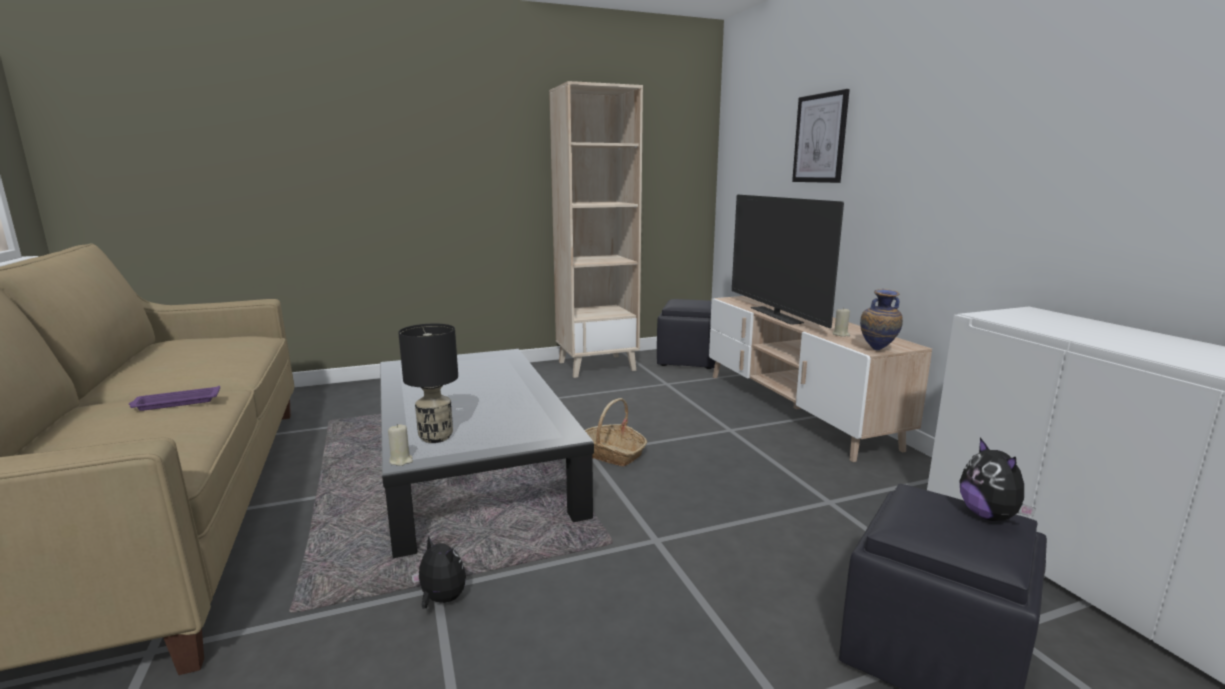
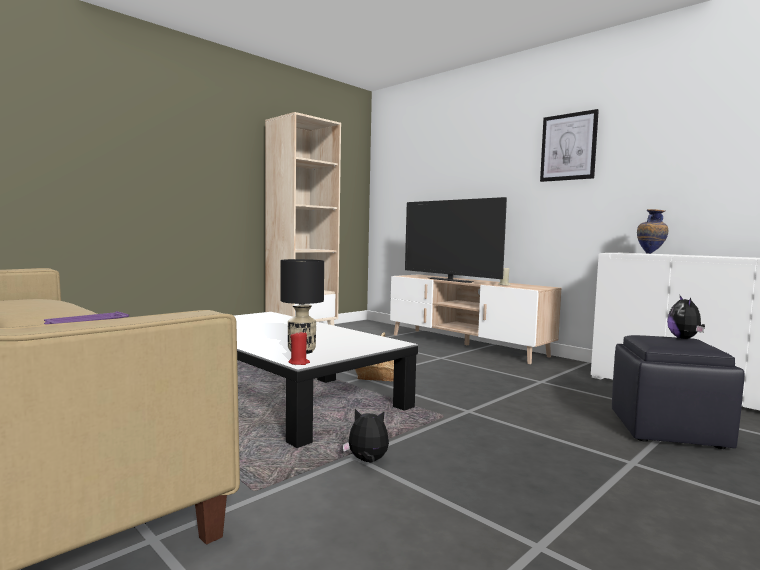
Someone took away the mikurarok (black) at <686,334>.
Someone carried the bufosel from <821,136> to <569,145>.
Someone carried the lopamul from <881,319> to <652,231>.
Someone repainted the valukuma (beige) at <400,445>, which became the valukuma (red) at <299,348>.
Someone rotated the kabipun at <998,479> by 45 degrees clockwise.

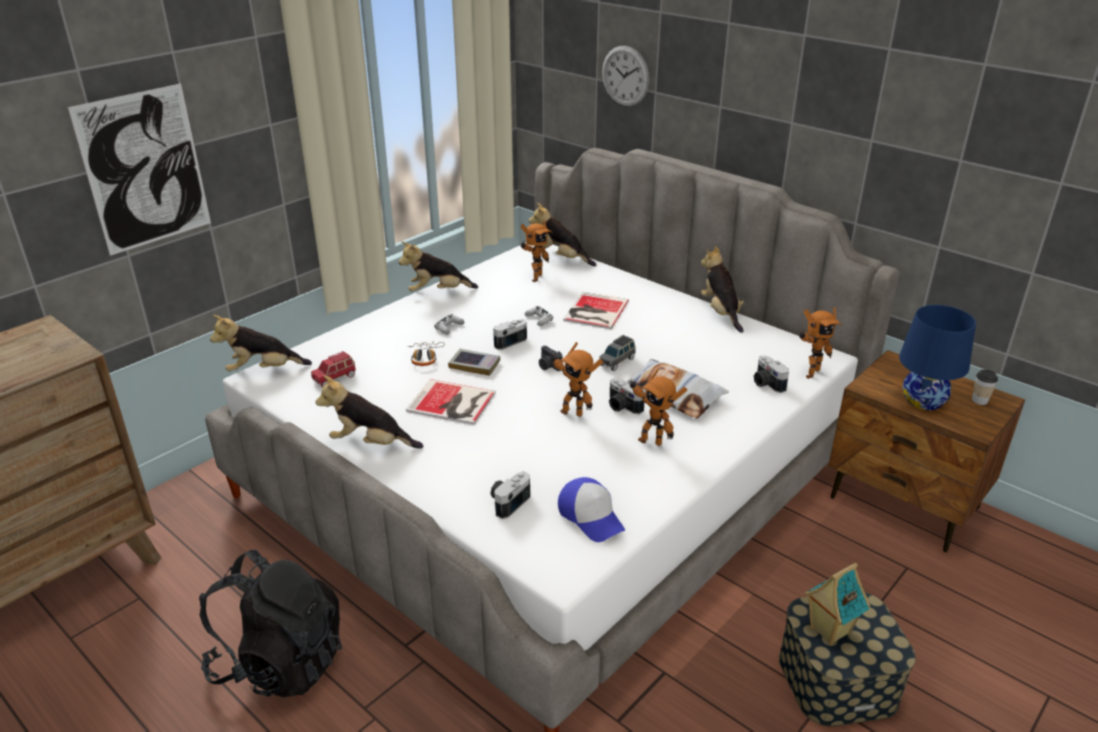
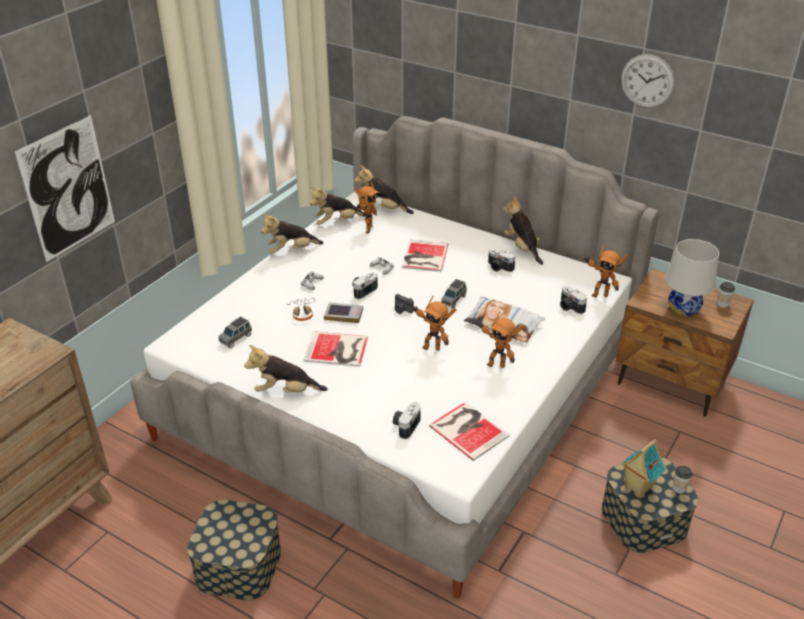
Someone put down the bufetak at <683,479>.
Someone carried the kabipun from <261,343> to <337,206>.
Someone carried the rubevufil from <625,76> to <648,81>.
Someone carried the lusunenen from <627,396> to <501,260>.
Someone swapped the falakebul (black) at <270,623> for the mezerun at <234,550>.
Someone swapped the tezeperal at <591,509> for the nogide at <469,431>.
Someone repainted the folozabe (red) at <333,369>, which became the folozabe (grey) at <235,332>.
Someone repainted the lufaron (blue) at <937,357>, which became the lufaron (white) at <692,277>.
Someone rotated the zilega at <820,343> by 60 degrees clockwise.

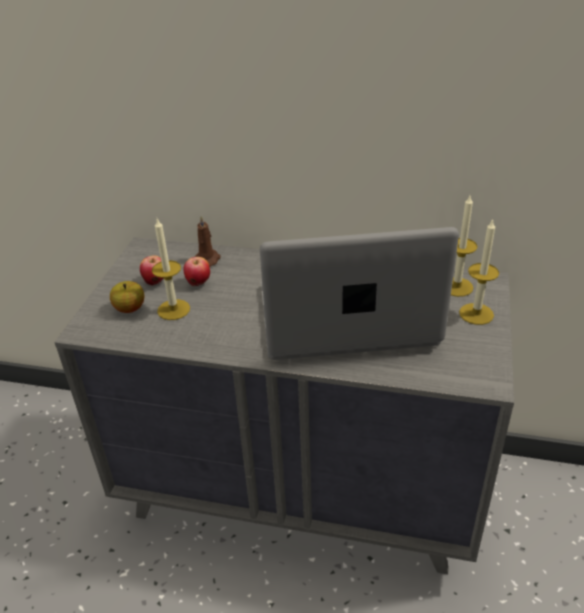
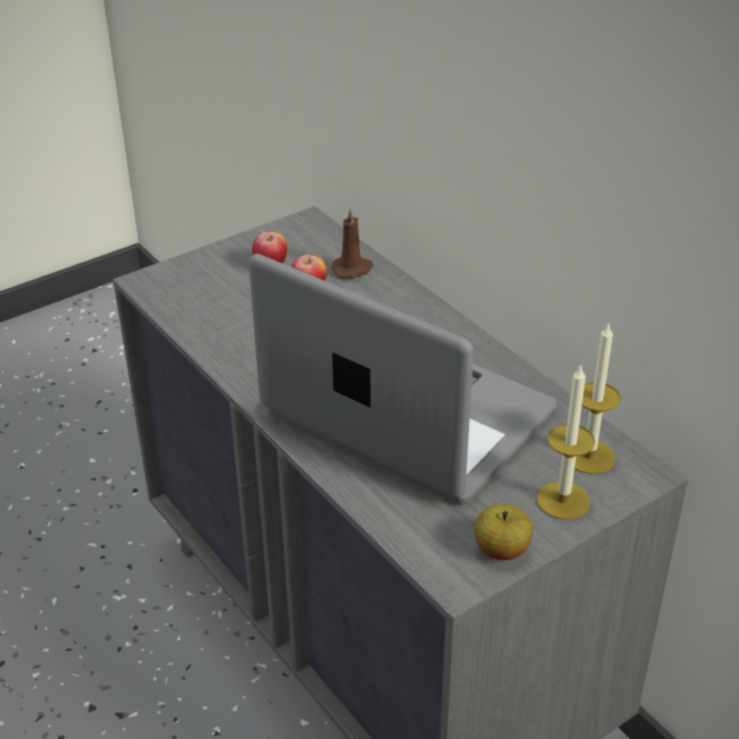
Someone took away the valukuma at <171,269>.
Someone carried the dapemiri from <127,297> to <504,532>.

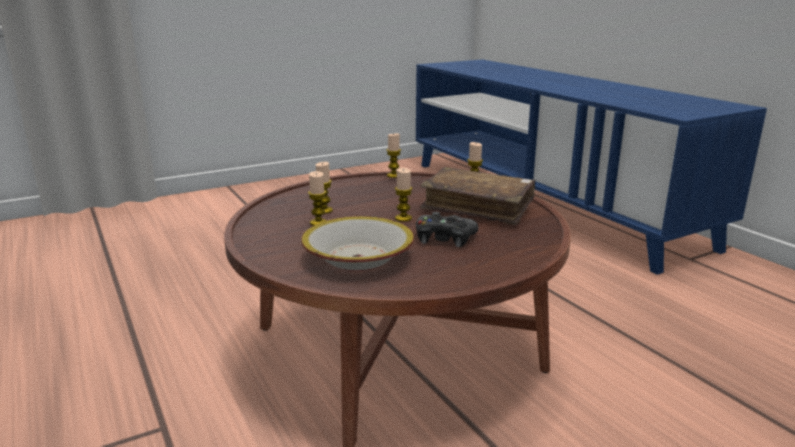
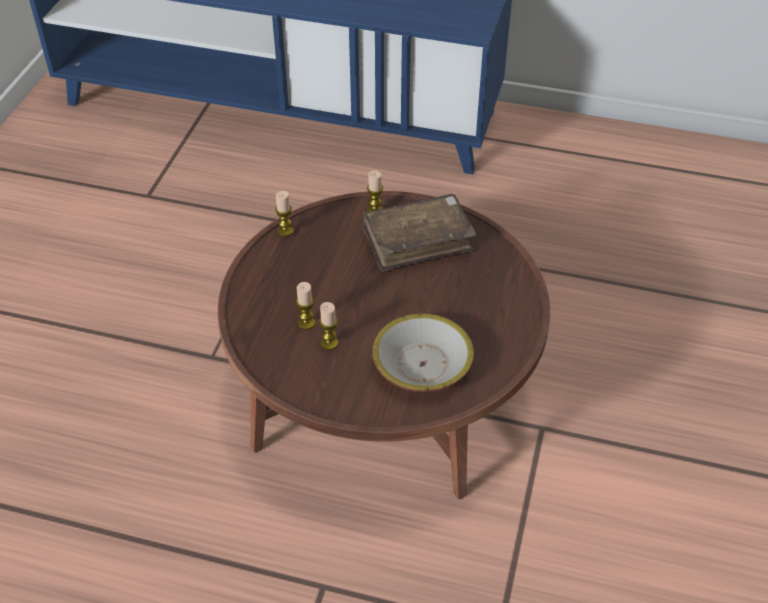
Someone took away the valukuma at <404,195>.
Someone took away the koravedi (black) at <447,229>.

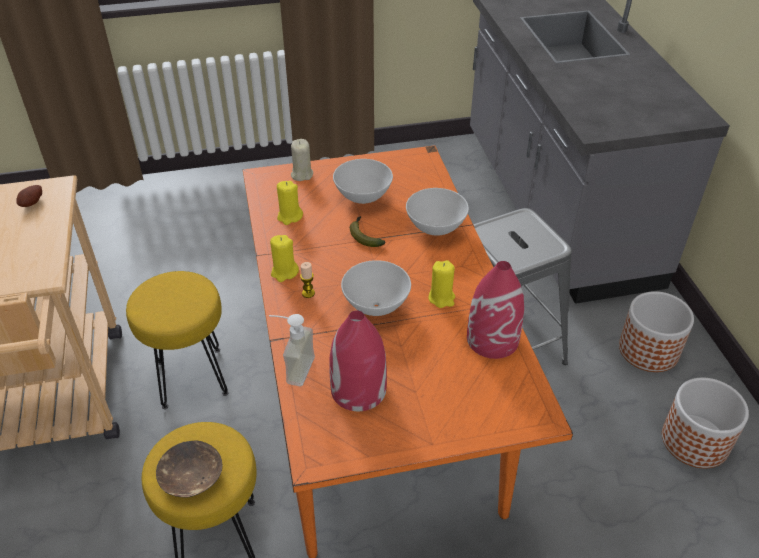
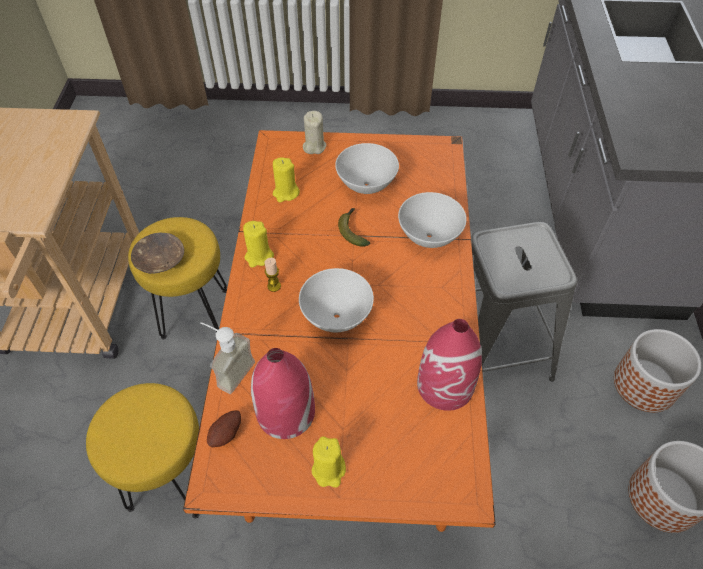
Someone carried the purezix from <29,196> to <224,428>.
Someone carried the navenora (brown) from <189,468> to <157,253>.
Someone carried the valukuma (yellow) from <441,284> to <329,462>.

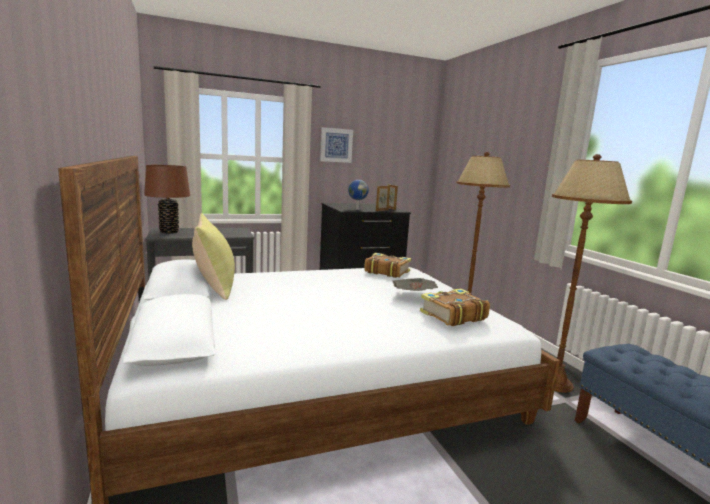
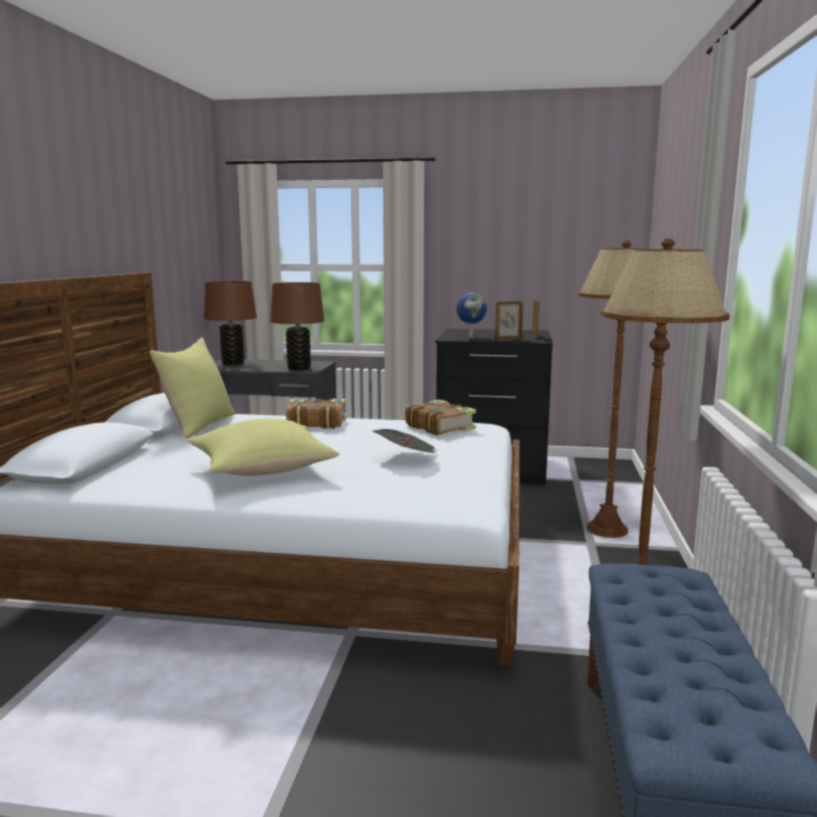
Someone took away the bufosel at <336,145>.
Someone put down the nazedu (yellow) at <263,447>.
Someone put down the lufaron (brown) at <297,326>.
Someone carried the nogide from <455,307> to <316,413>.

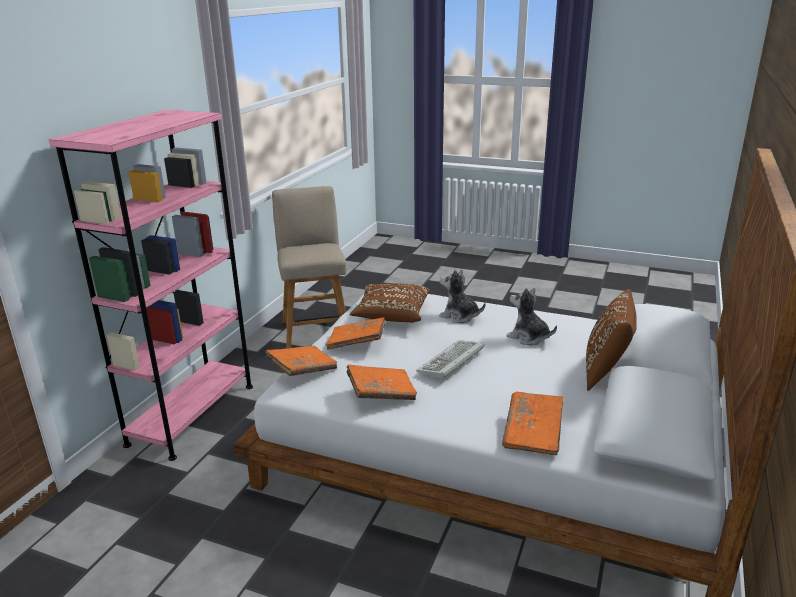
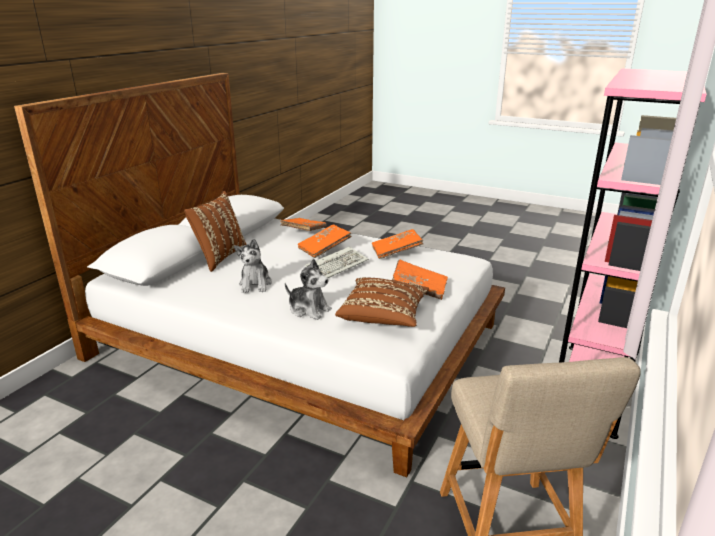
Someone carried the nogide (orange) from <301,361> to <325,241>.
Someone rotated the kabipun at <532,316> by 45 degrees clockwise.

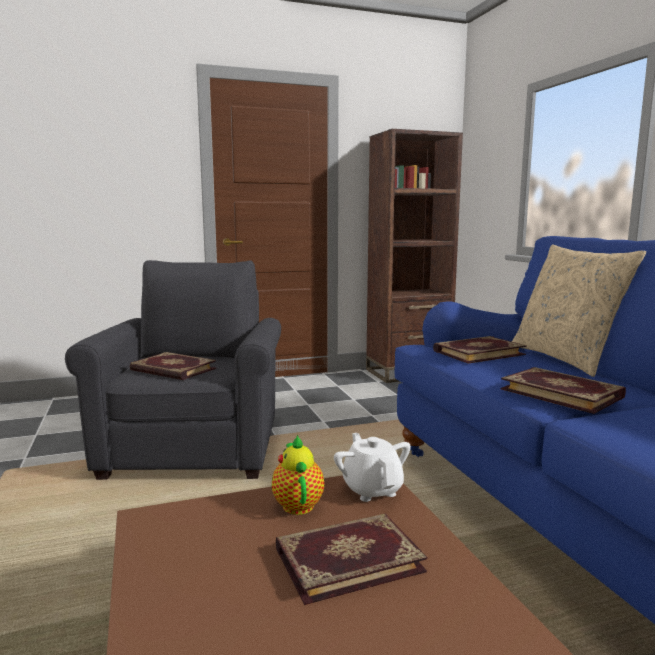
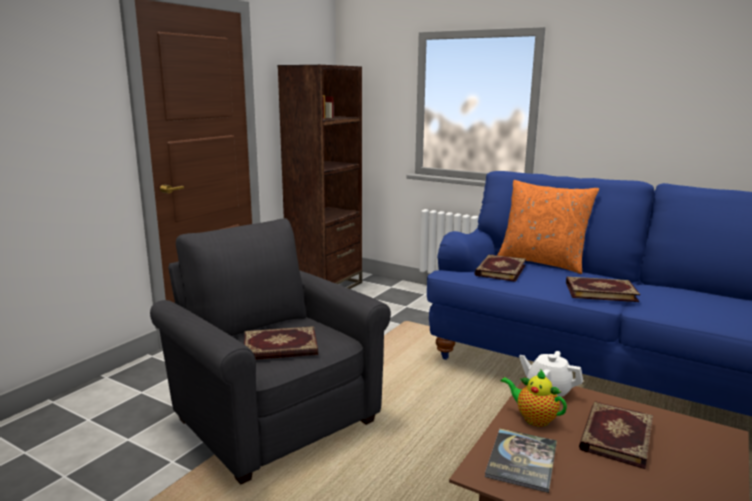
Someone put down the nogide at <521,460>.
Someone repainted the nazedu (beige) at <579,311>, which became the nazedu (orange) at <548,227>.

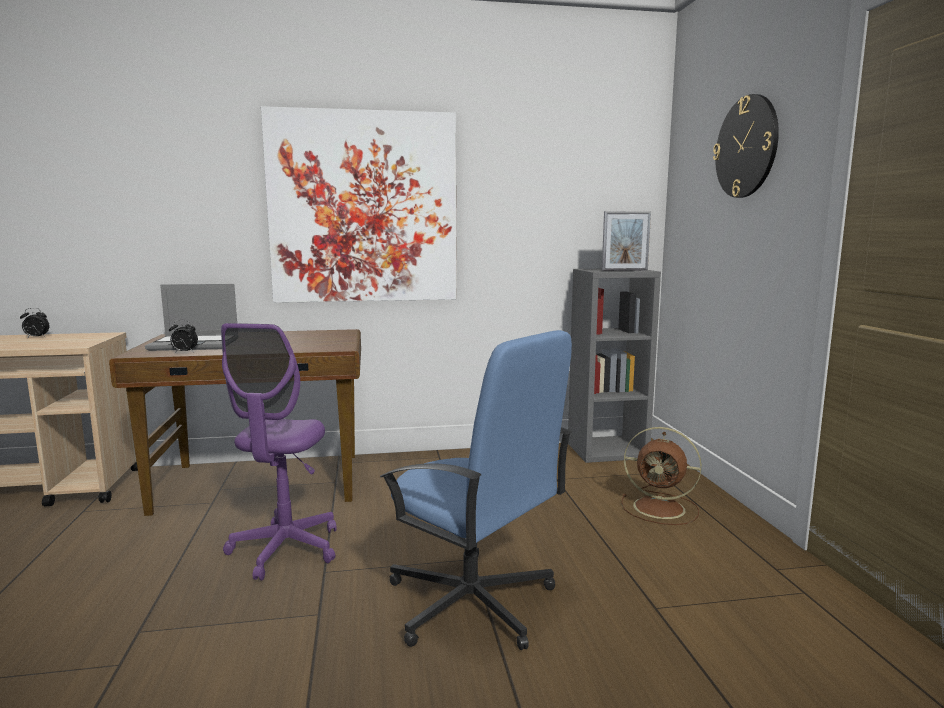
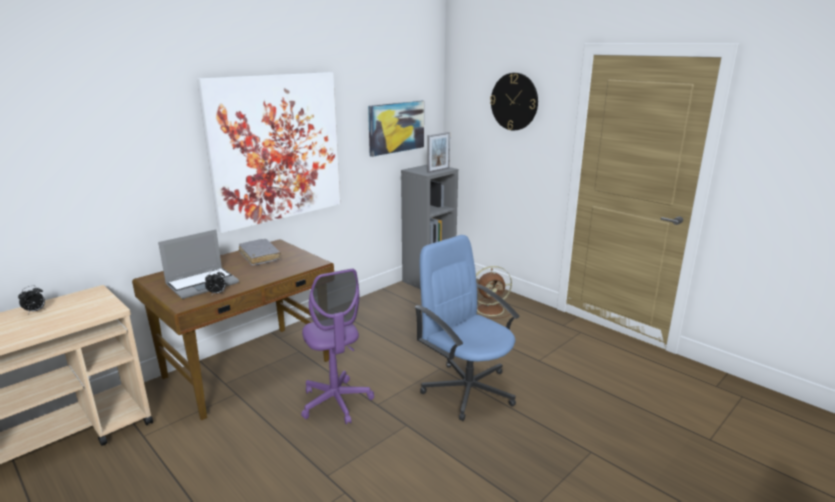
Someone put down the nogide (grey) at <260,252>.
Someone put up the bufosel at <396,129>.
Someone rotated the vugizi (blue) at <476,490> by 135 degrees counterclockwise.

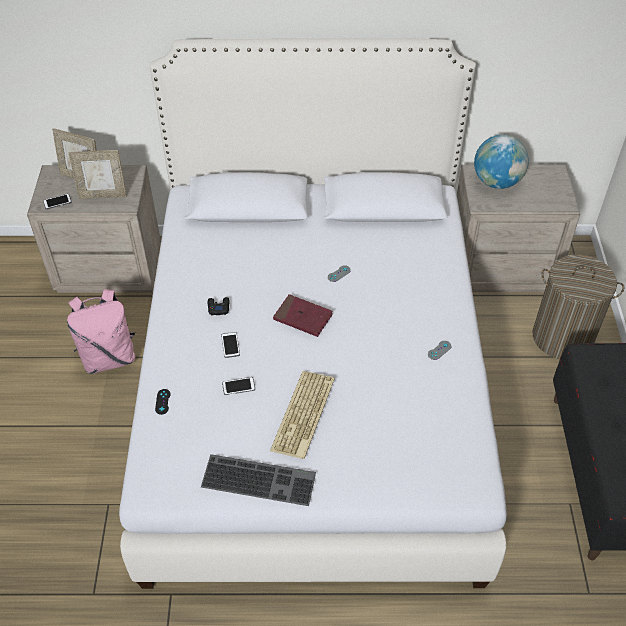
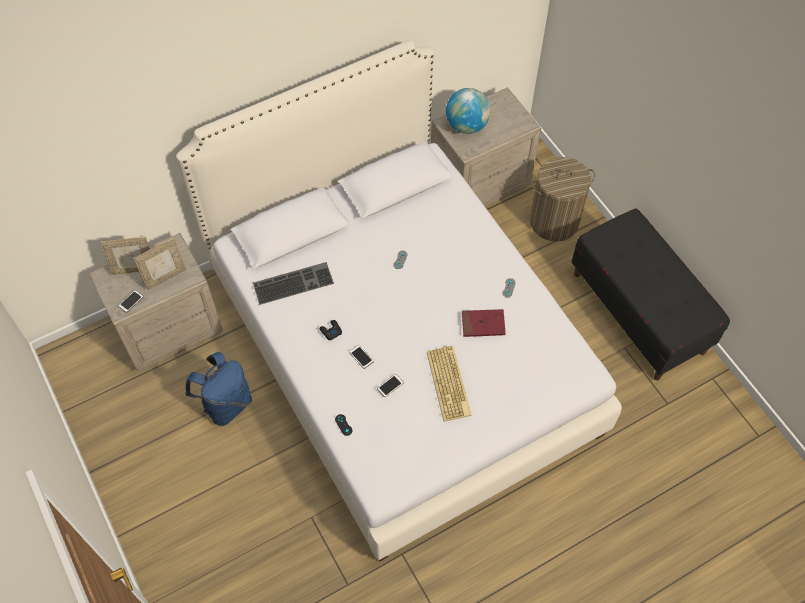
Someone carried the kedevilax from <258,480> to <293,283>.
Someone carried the nogide (red) from <303,315> to <484,323>.
Someone repainted the falakebul (pink) at <101,331>, which became the falakebul (blue) at <218,389>.

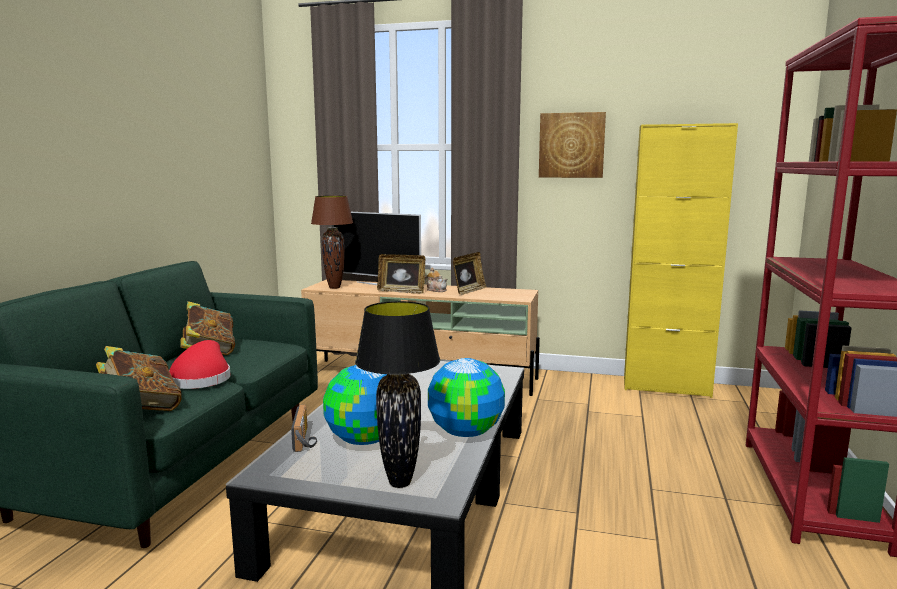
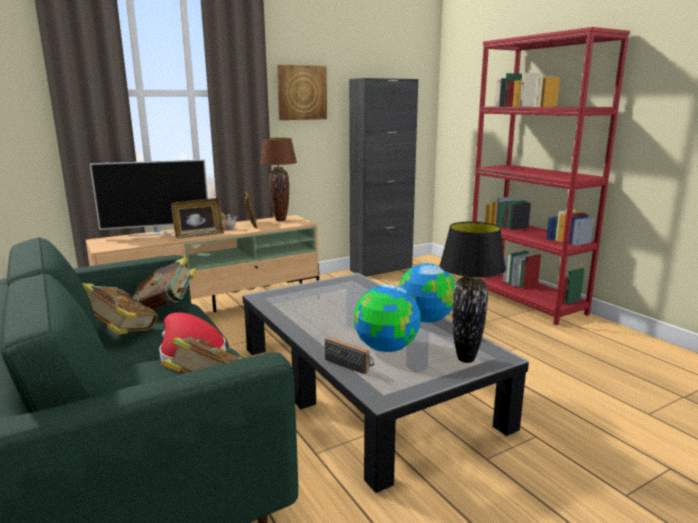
Someone put down the nogide at <164,283>.
Someone carried the lufaron (brown) from <332,242> to <278,179>.
Someone repainted the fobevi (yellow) at <681,260>, which became the fobevi (black) at <383,177>.

